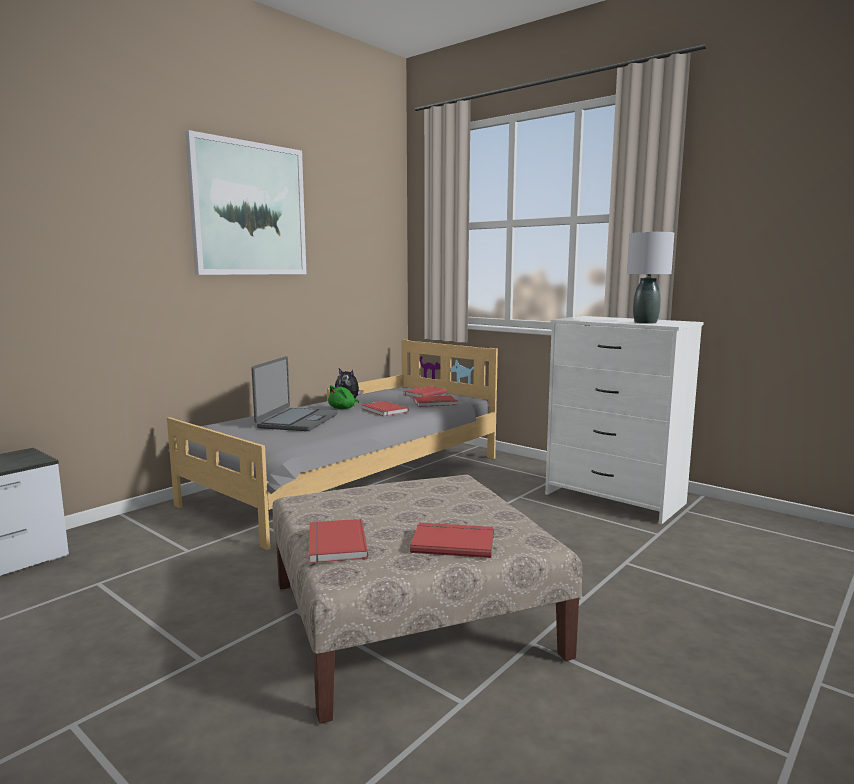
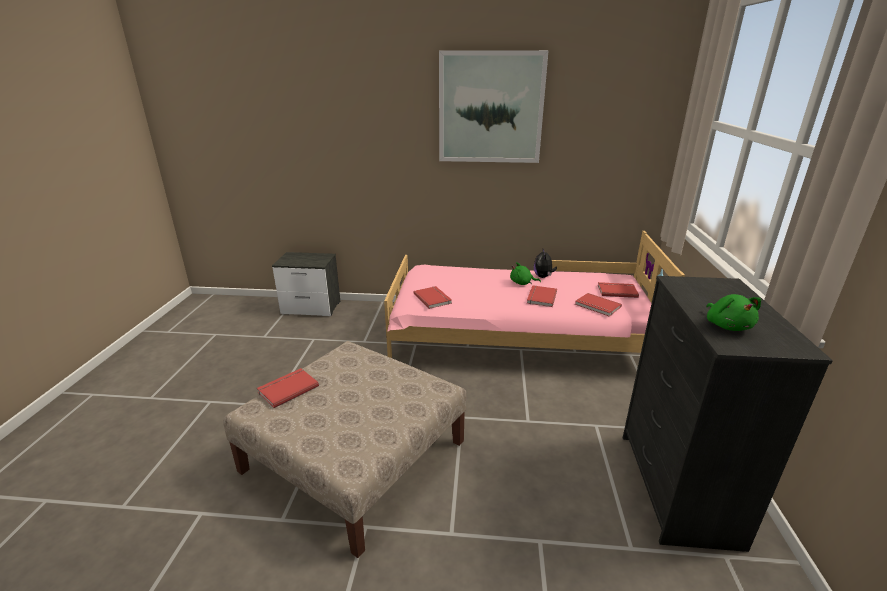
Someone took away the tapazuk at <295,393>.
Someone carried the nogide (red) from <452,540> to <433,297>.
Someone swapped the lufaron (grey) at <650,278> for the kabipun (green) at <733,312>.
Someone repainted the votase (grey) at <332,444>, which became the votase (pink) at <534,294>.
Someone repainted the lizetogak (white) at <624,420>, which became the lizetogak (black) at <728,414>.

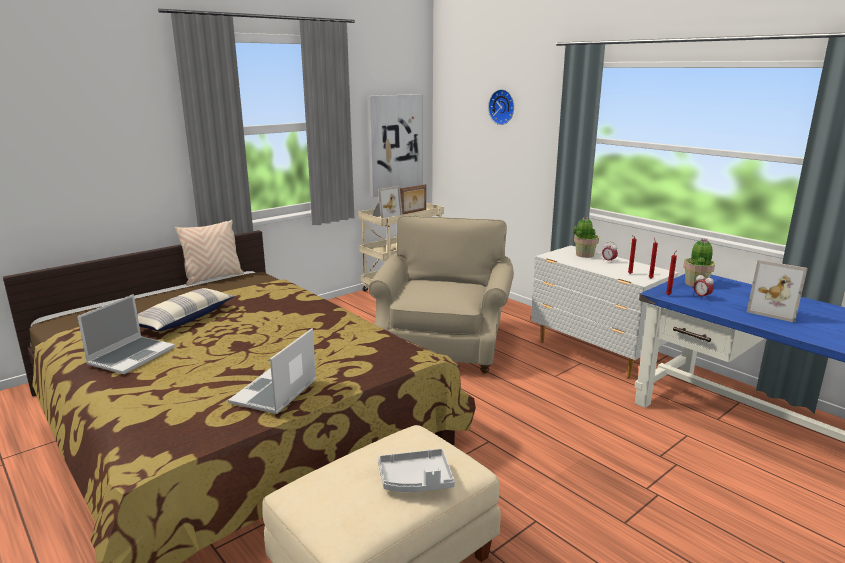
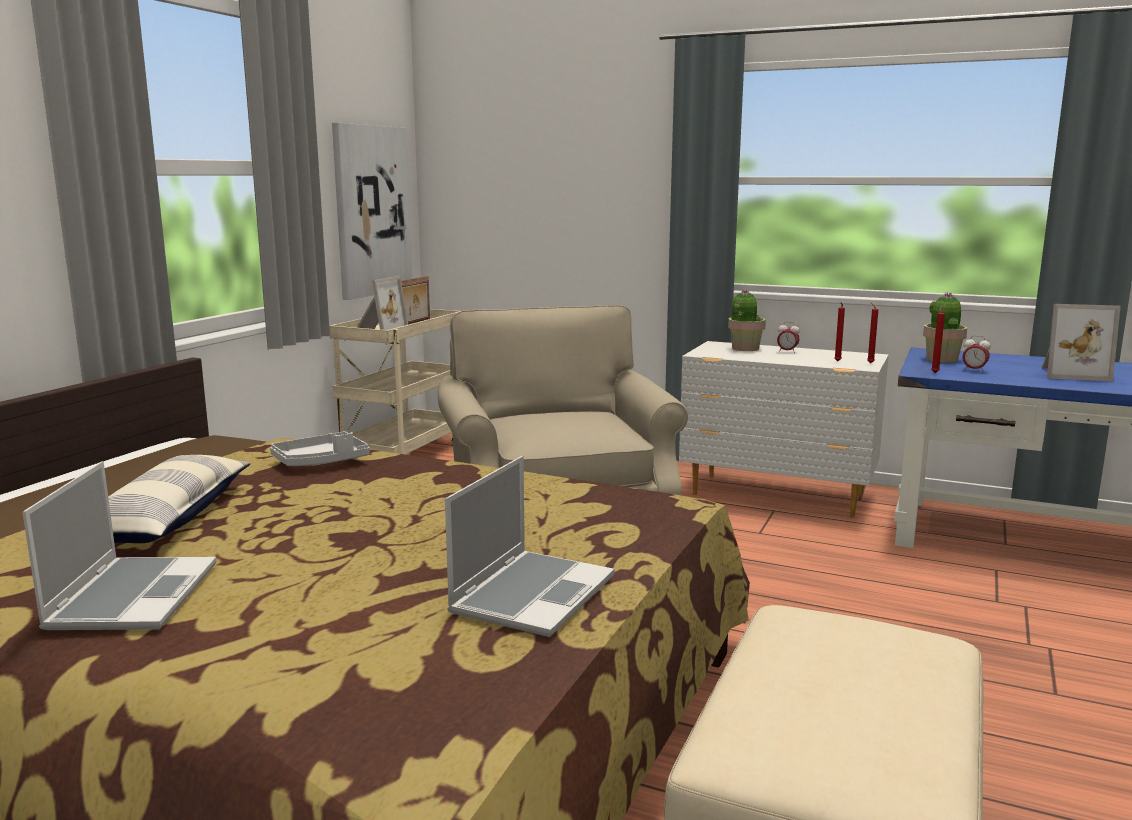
Someone took away the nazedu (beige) at <209,253>.
Someone took away the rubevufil at <501,107>.
Someone carried the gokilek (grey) from <416,470> to <320,449>.
Someone rotated the tapazuk at <272,371> by 150 degrees counterclockwise.

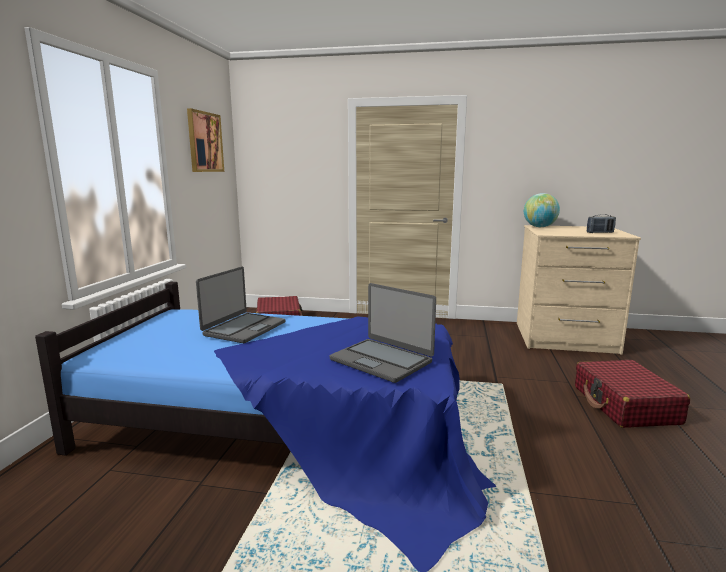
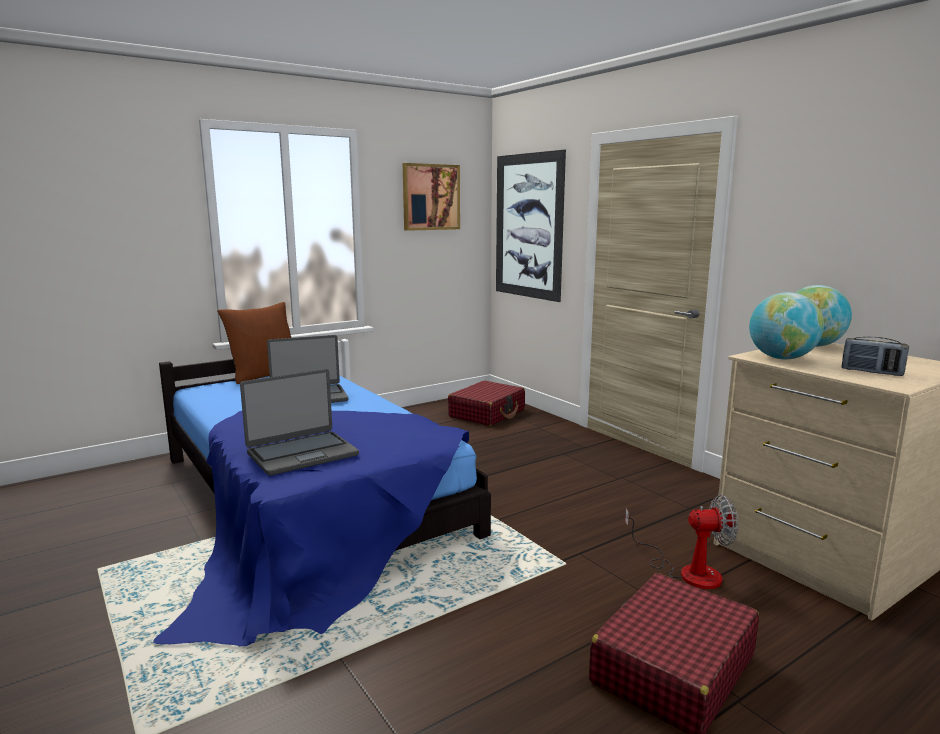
Someone put down the nazedu (brown) at <254,343>.
Someone put up the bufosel at <531,226>.
Someone put down the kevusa at <682,542>.
Someone put down the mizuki at <786,326>.
Someone rotated the tapazuk at <383,333> by 120 degrees counterclockwise.

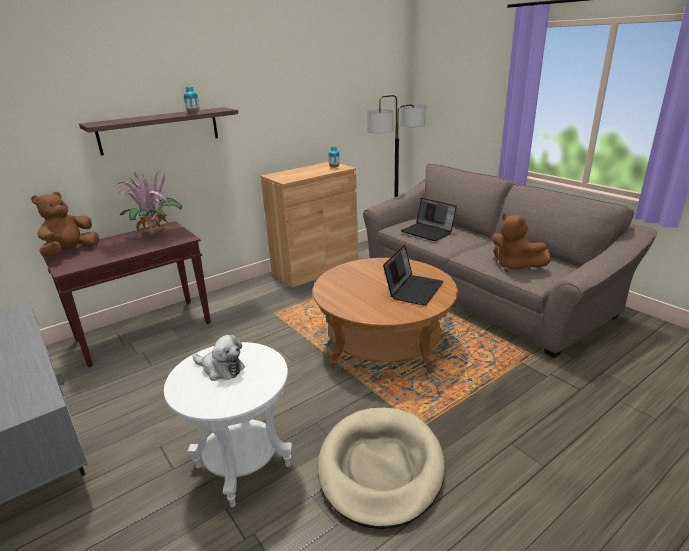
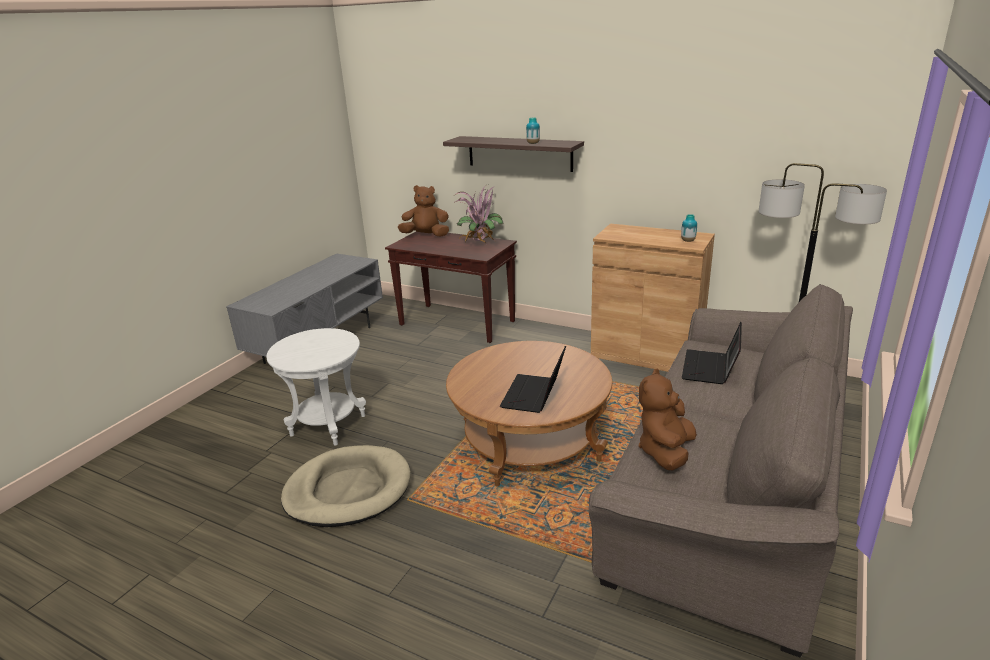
Someone took away the kabipun at <218,358>.
Someone rotated the tapazuk at <413,275> by 105 degrees clockwise.

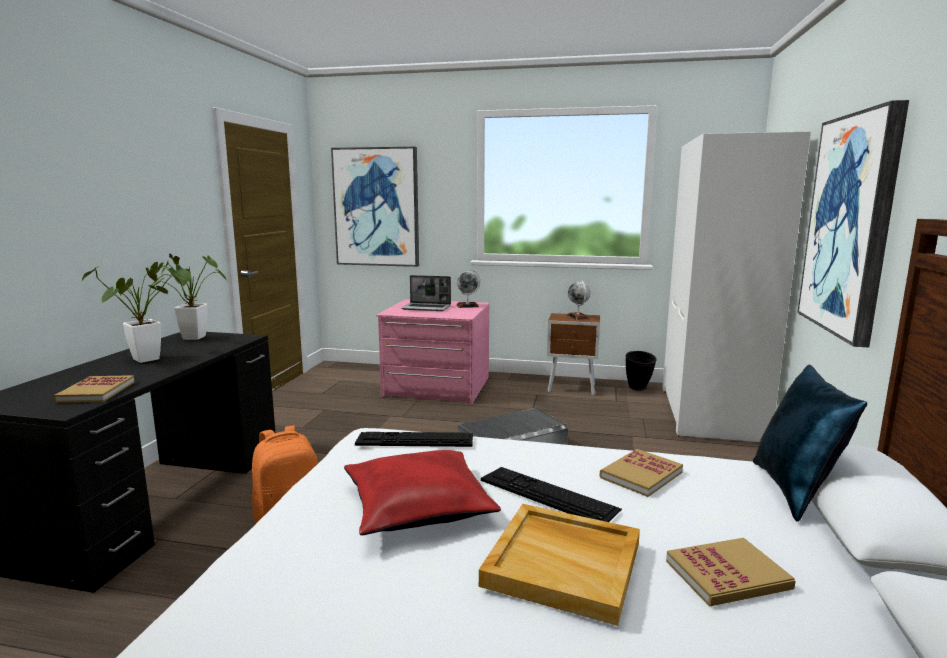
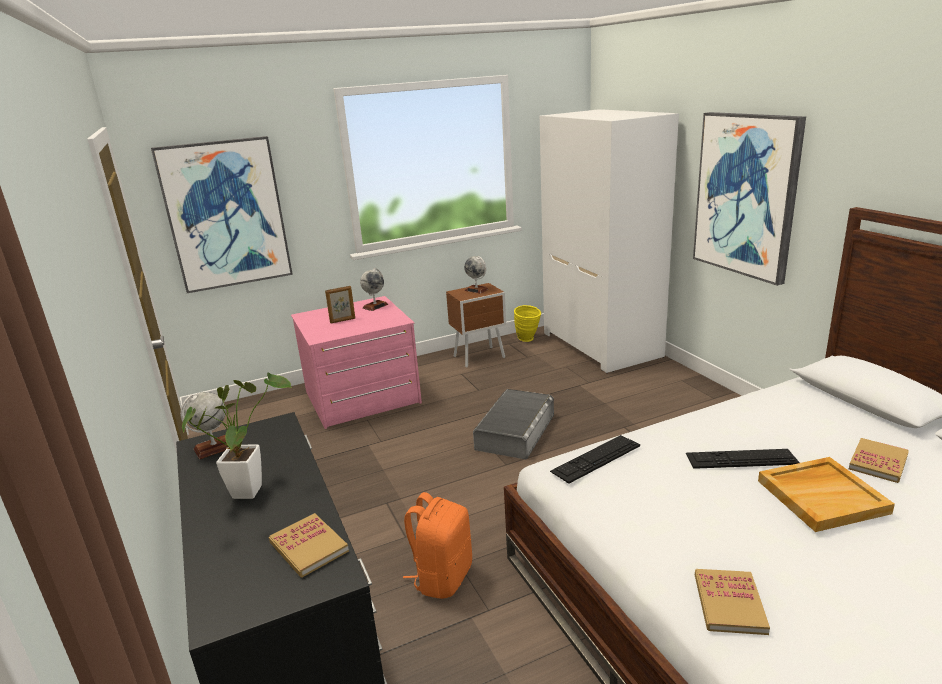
Someone took away the nazedu (red) at <422,492>.
Someone took away the nazedu (blue) at <810,443>.
Someone carried the nogide from <641,473> to <732,602>.
Someone swapped the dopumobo at <189,297> for the mizuki at <203,425>.
Someone swapped the tapazuk at <426,293> for the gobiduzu at <340,305>.
Someone repainted the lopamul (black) at <641,371>, which became the lopamul (yellow) at <527,323>.

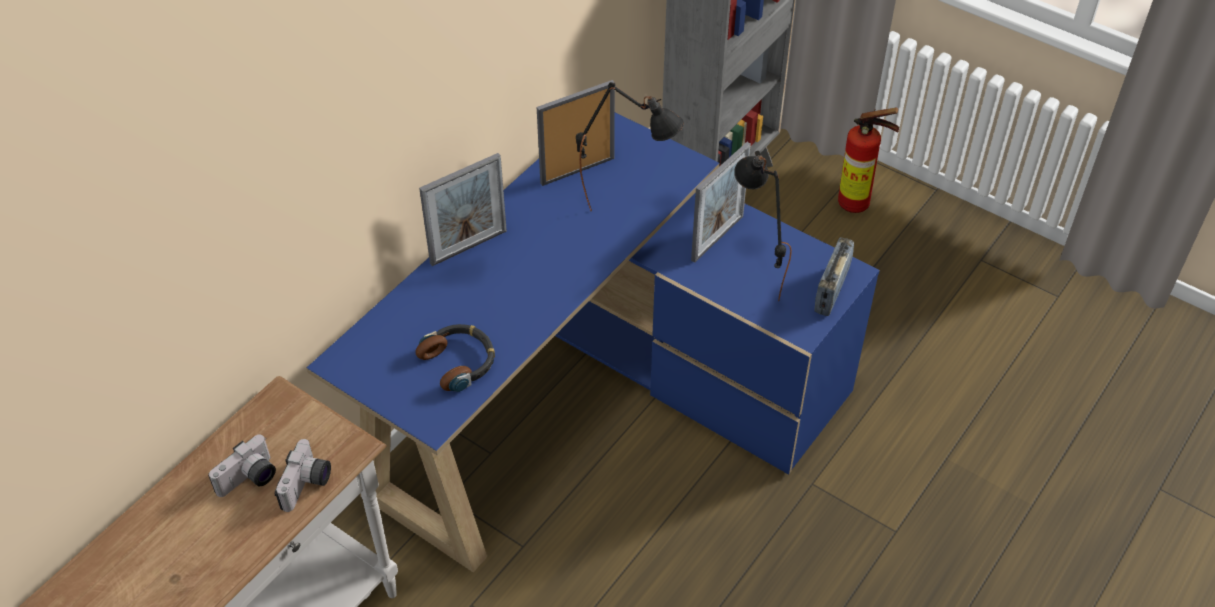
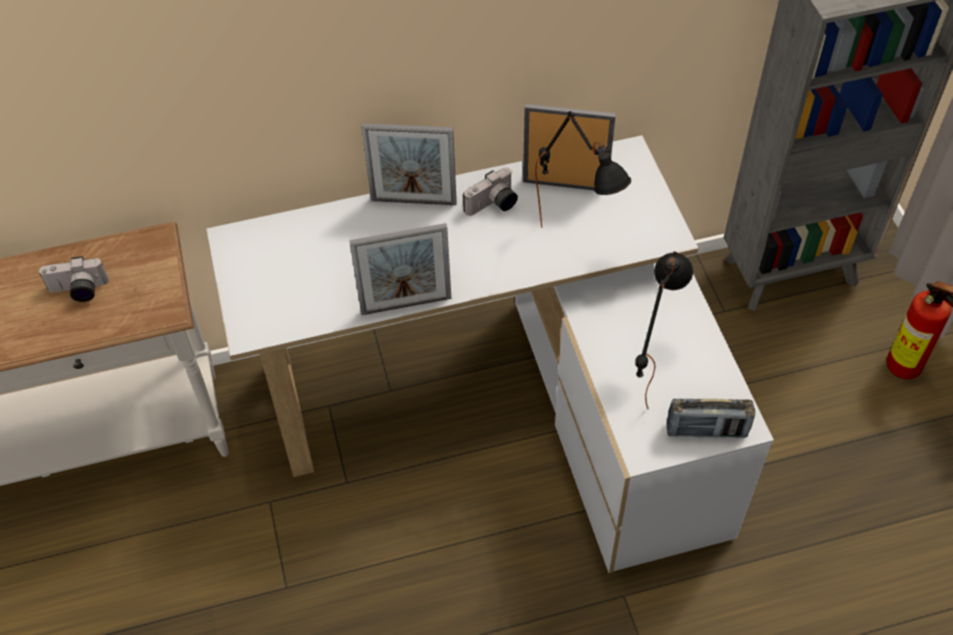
Someone took away the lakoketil at <455,358>.
Someone carried the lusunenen from <303,475> to <490,191>.
Someone carried the gobiduzu from <721,202> to <400,269>.
Someone repainted the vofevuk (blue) at <593,342>, which became the vofevuk (white) at <490,354>.
Someone rotated the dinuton at <834,276> by 150 degrees counterclockwise.

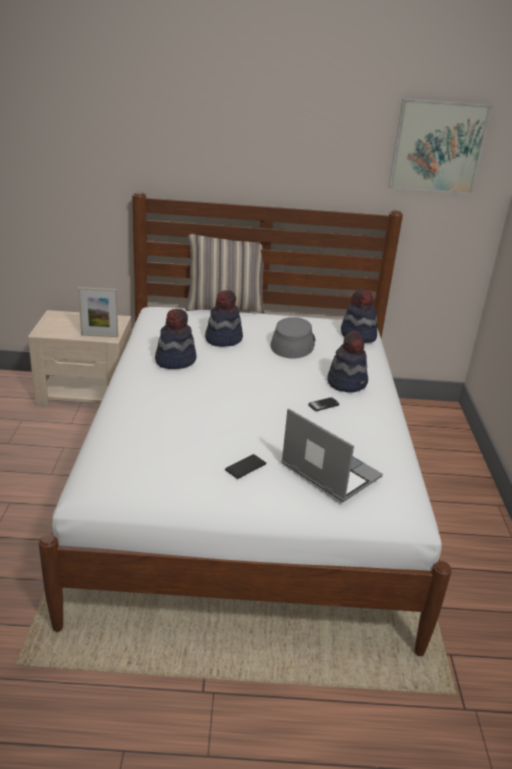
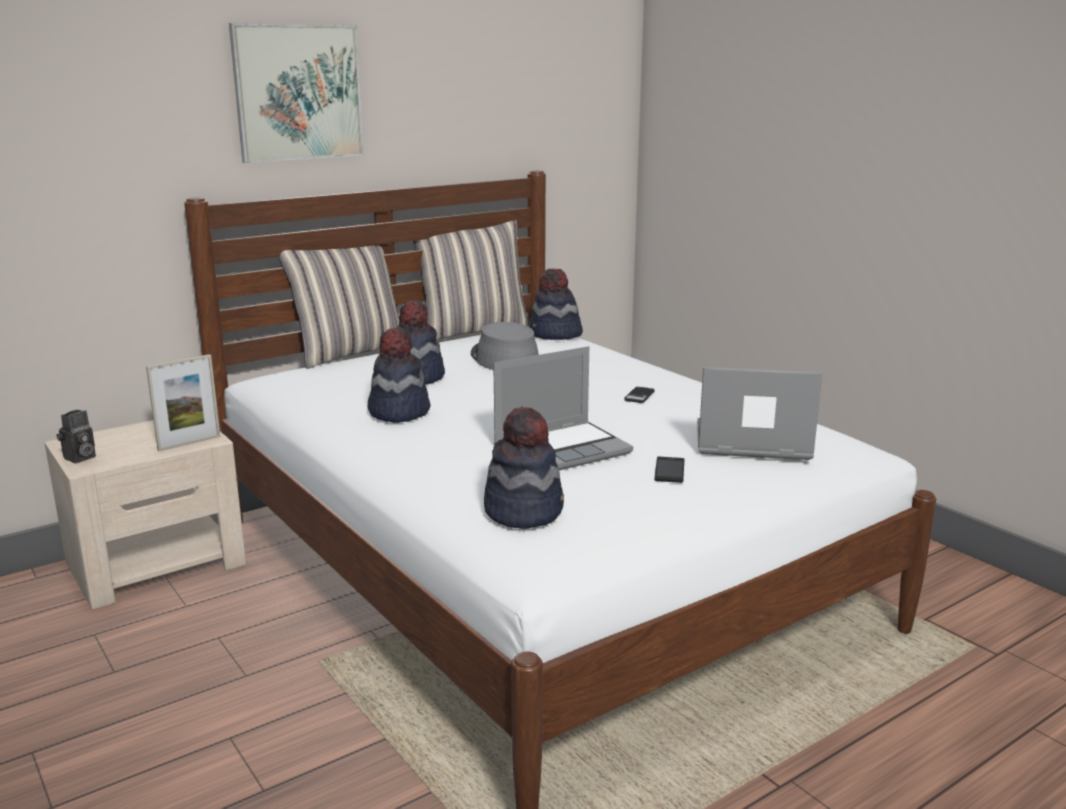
Someone put down the lusunenen at <76,436>.
Someone put down the nazedu at <471,280>.
Someone put down the tapazuk at <563,408>.
Someone carried the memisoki from <347,362> to <524,467>.
Someone carried the bufosel from <440,146> to <296,93>.

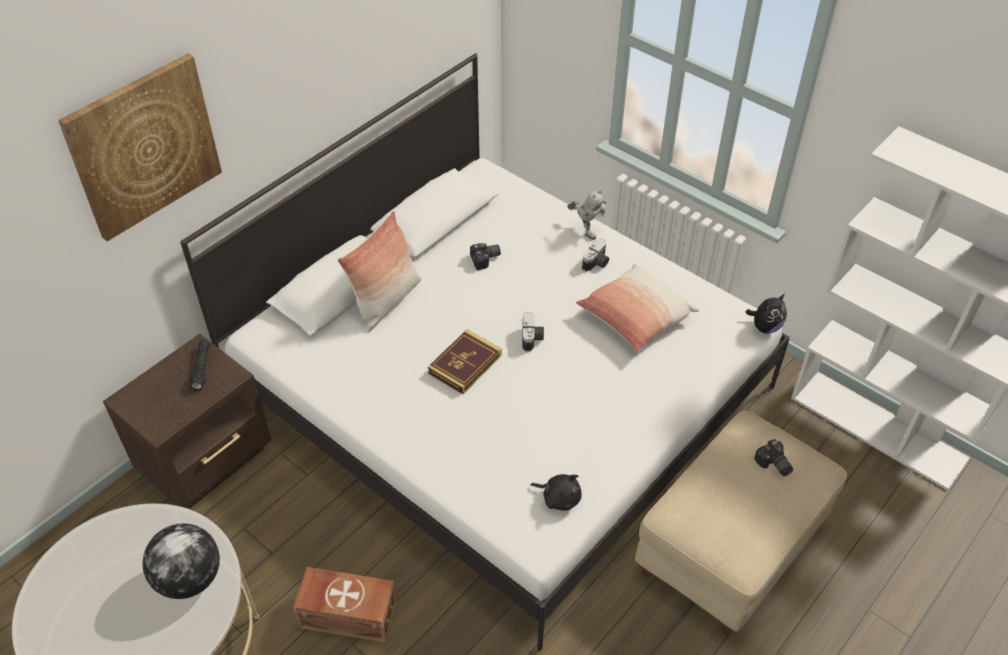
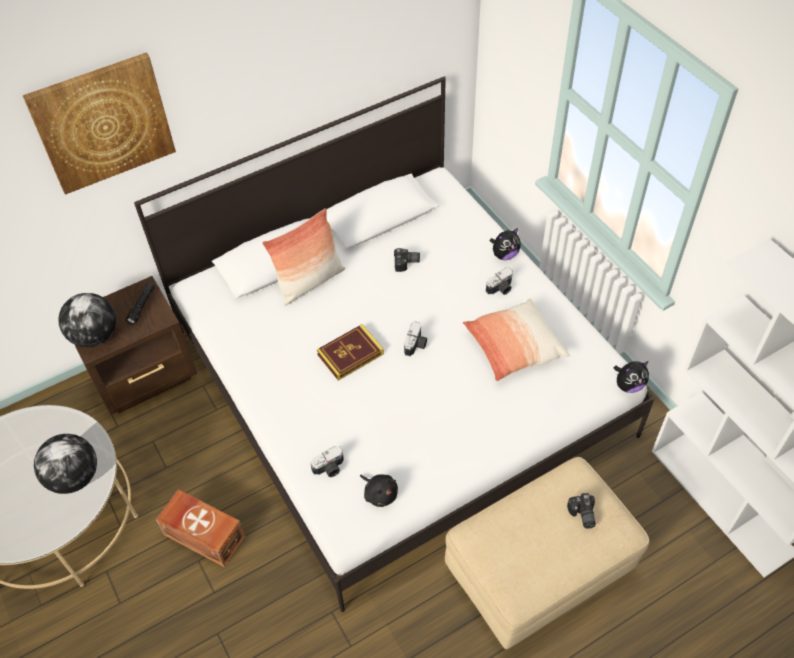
Someone put down the mizuki at <87,320>.
Someone put down the lusunenen at <327,461>.
Someone swapped the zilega at <586,215> for the kabipun at <505,244>.

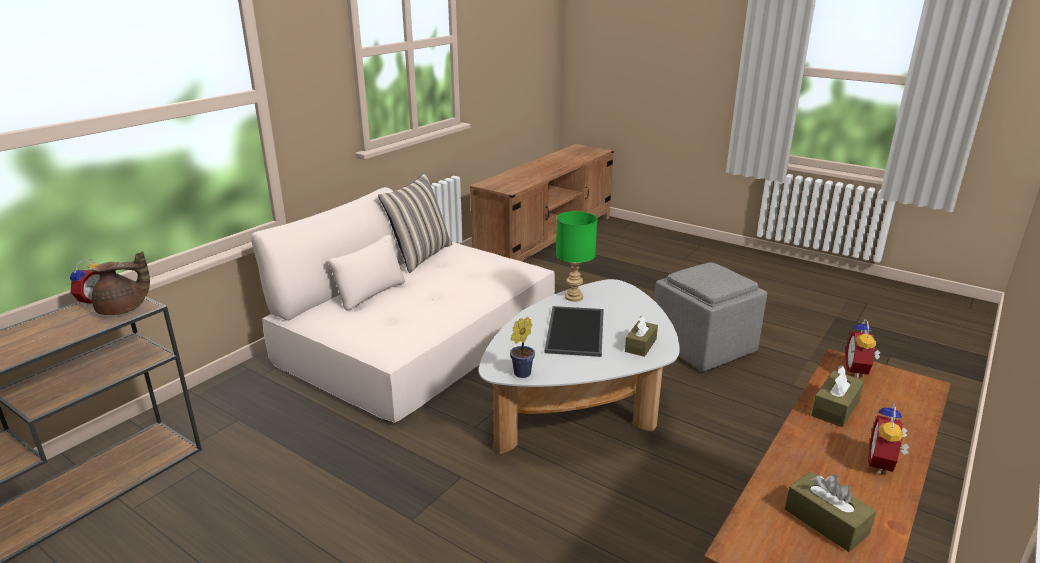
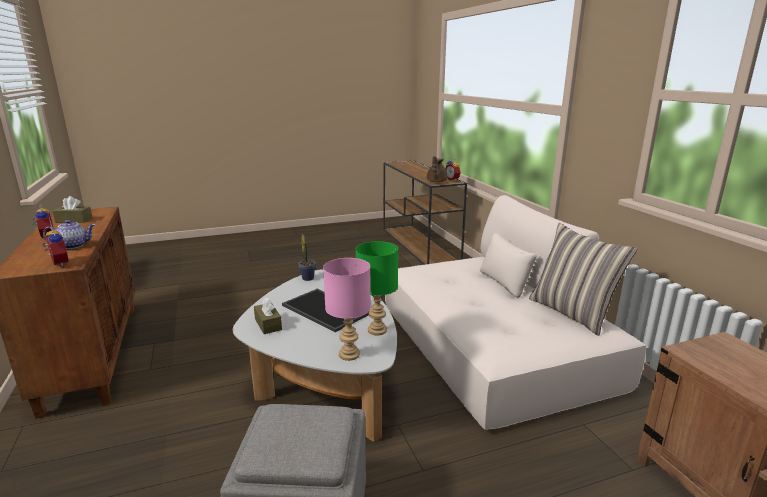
Someone put down the lufaron (pink) at <347,309>.
Someone swapped the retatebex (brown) at <837,396> for the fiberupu at <69,234>.

